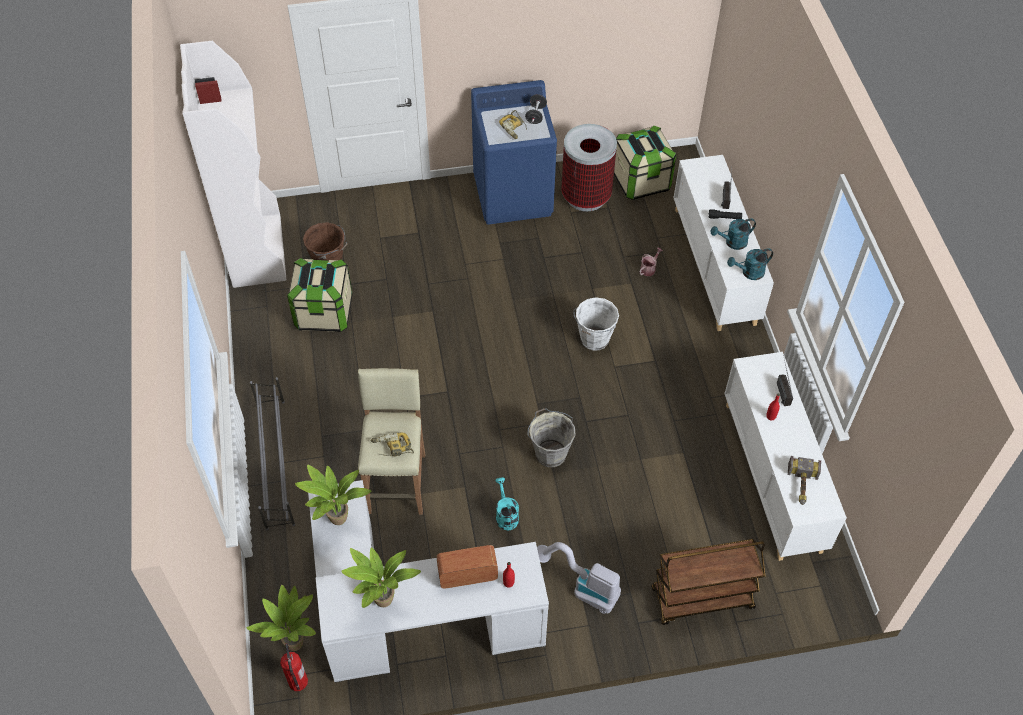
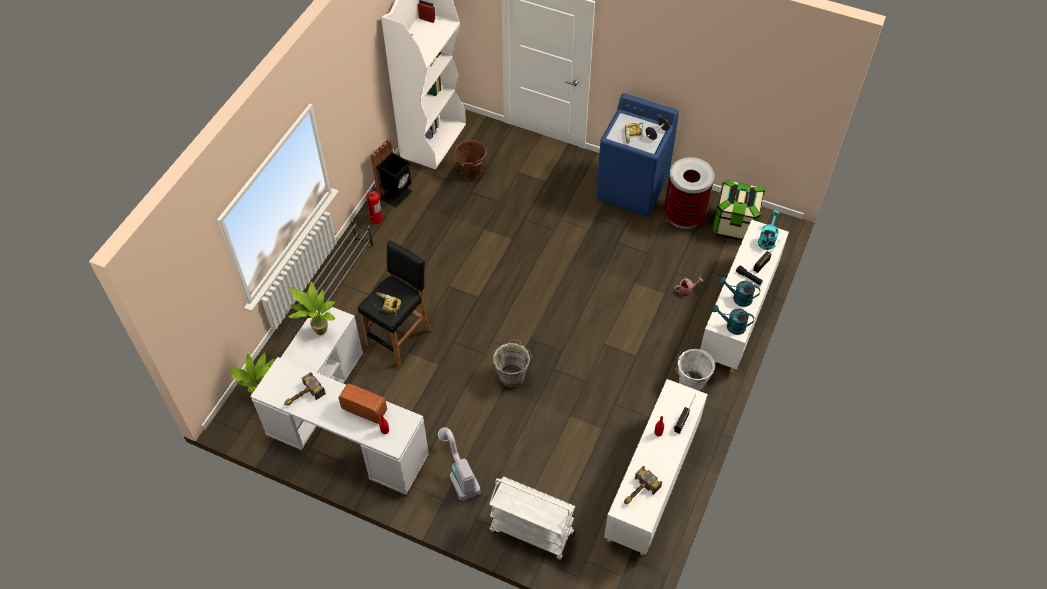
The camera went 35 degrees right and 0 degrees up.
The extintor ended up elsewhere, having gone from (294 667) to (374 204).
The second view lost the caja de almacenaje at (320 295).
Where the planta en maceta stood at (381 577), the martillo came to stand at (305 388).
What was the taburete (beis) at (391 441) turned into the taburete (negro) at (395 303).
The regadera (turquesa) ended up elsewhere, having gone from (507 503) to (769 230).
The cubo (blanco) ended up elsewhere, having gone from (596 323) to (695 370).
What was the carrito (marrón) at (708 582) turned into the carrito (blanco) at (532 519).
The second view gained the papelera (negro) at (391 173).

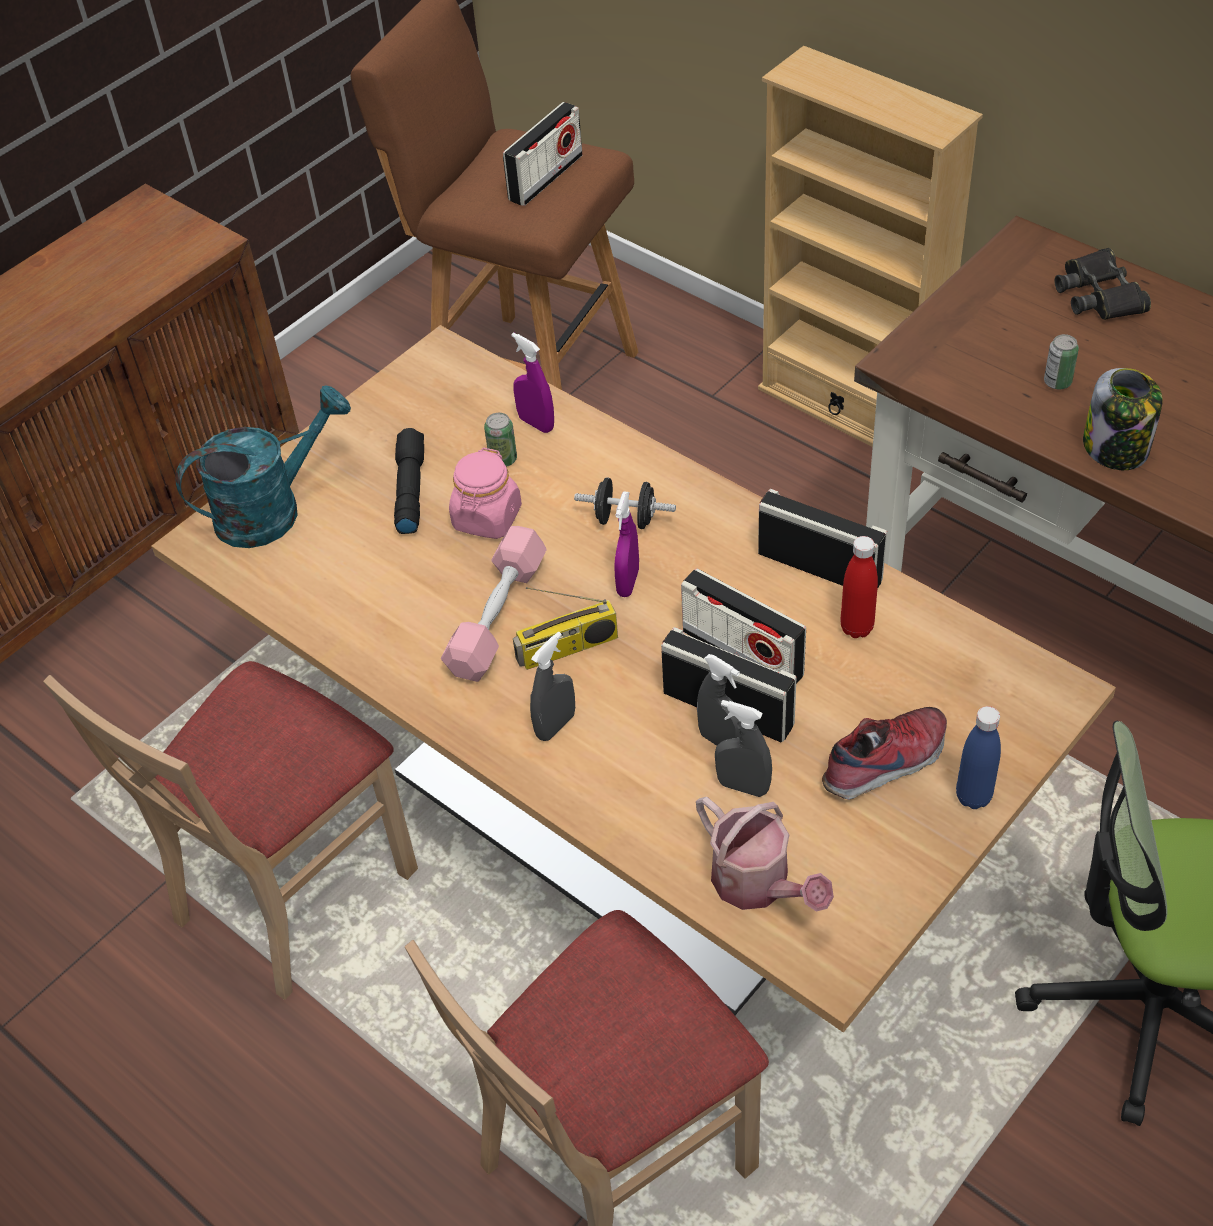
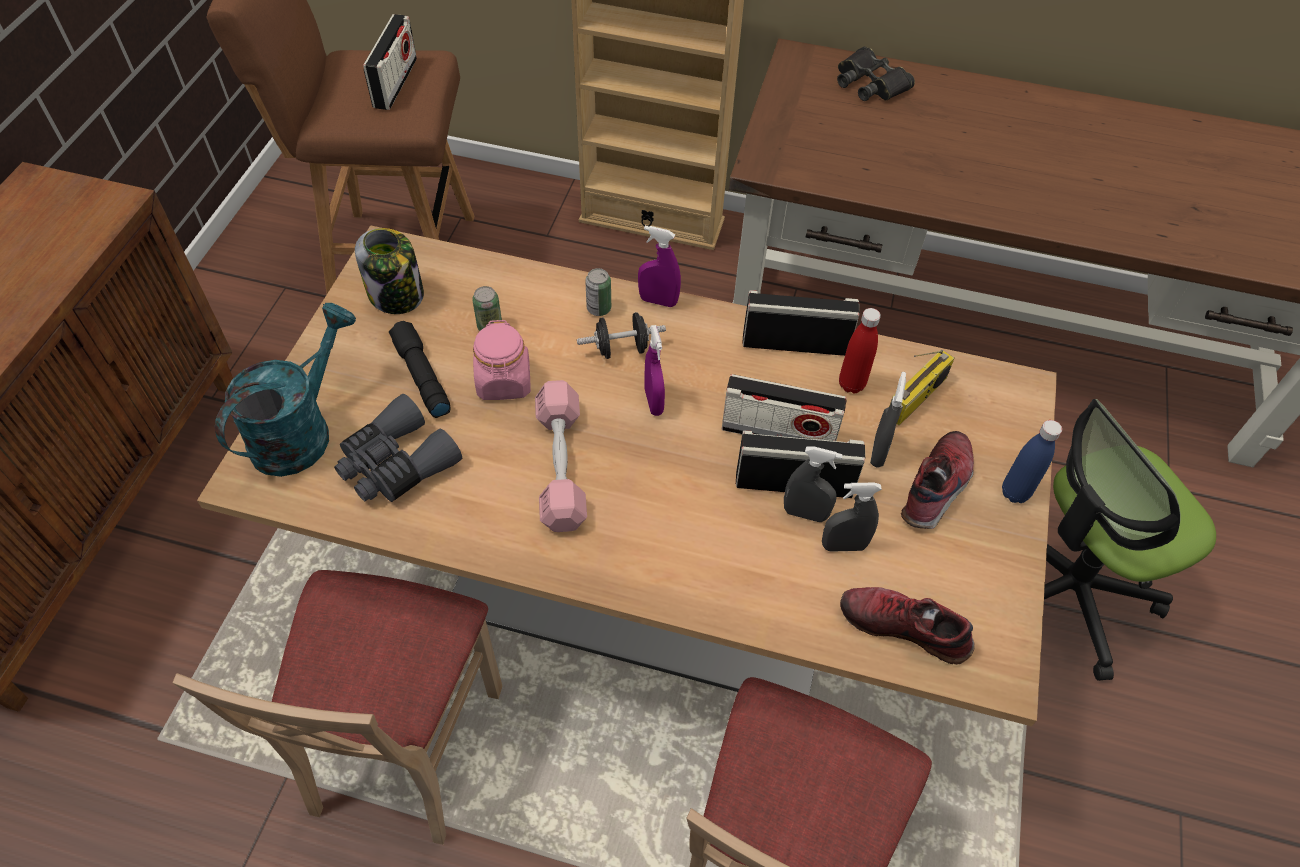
The camera went 30 degrees left and 5 degrees up.
The pulverizador (morado) ended up elsewhere, having gone from (532 382) to (659 266).
The radio ended up elsewhere, having gone from (565 628) to (922 387).
The pulverizador (gris) ended up elsewhere, having gone from (552 686) to (888 419).
Where the regadera stood at (765 854), the zapato came to stand at (907 626).
The lata ended up elsewhere, having gone from (1061 361) to (598 292).
The tarro ended up elsewhere, having gone from (1123 419) to (389 271).
The second view gained the prismáticos (gris) at (398 448).

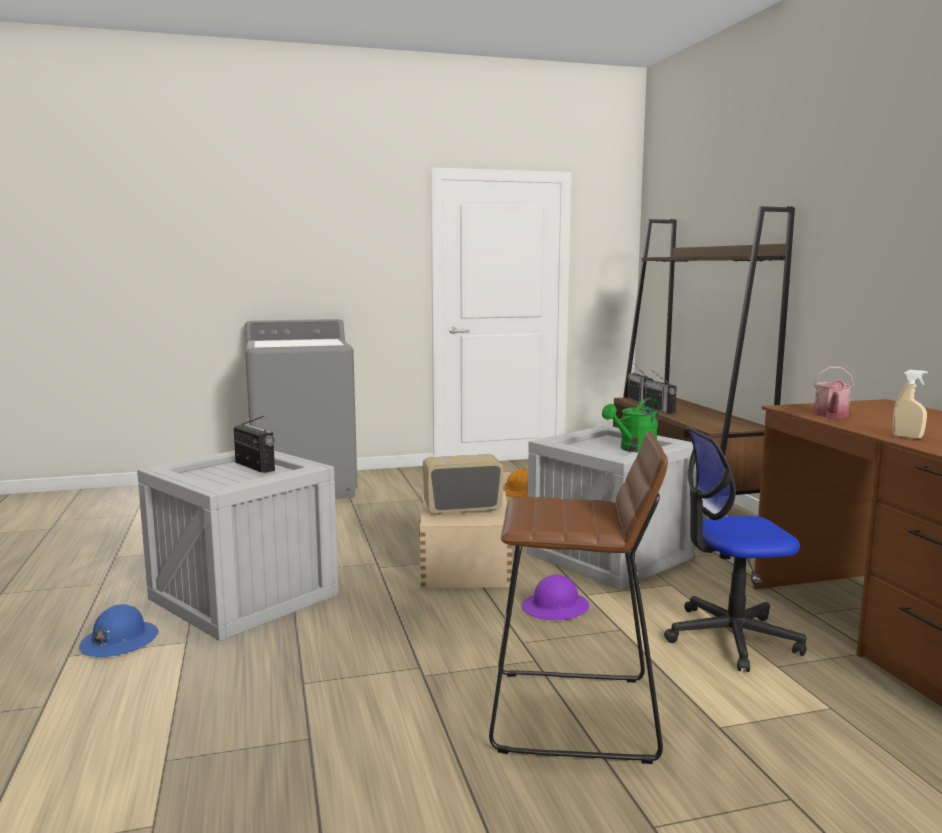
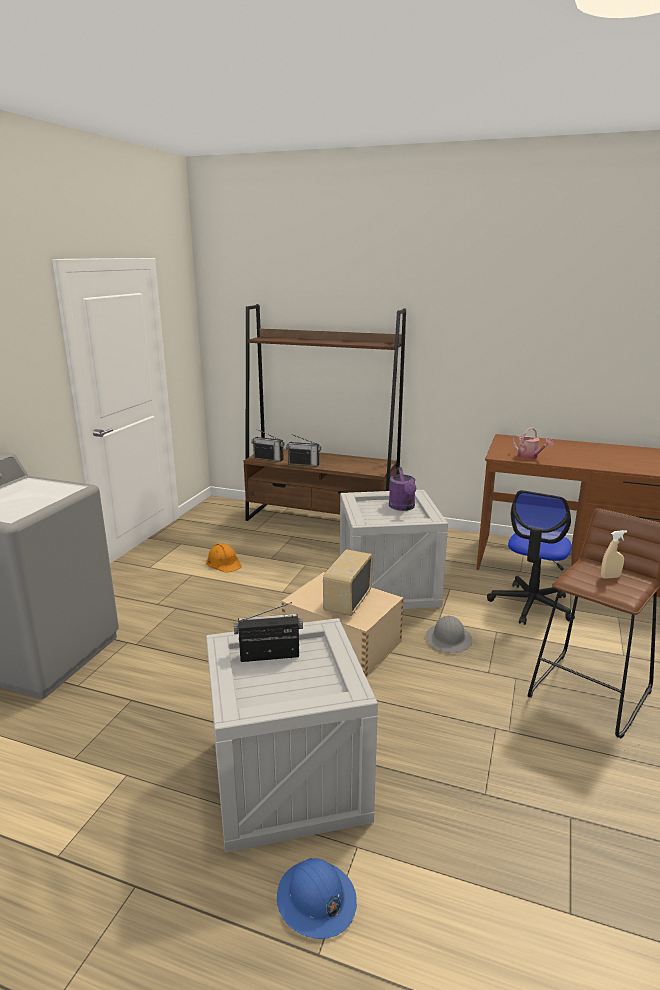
The camera went 55 degrees left and 10 degrees up.
What was the casco (morado) at (555 597) turned into the casco (gris) at (449 634).
What was the regadera (verde) at (630 425) turned into the regadera (morado) at (402 489).
The pulverizador (beis) ended up elsewhere, having gone from (910 404) to (614 554).

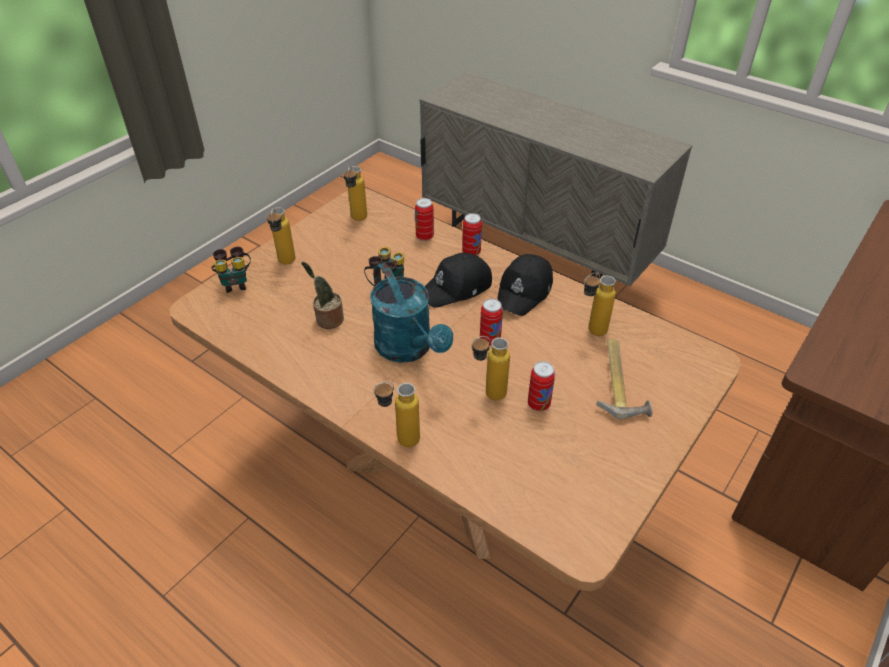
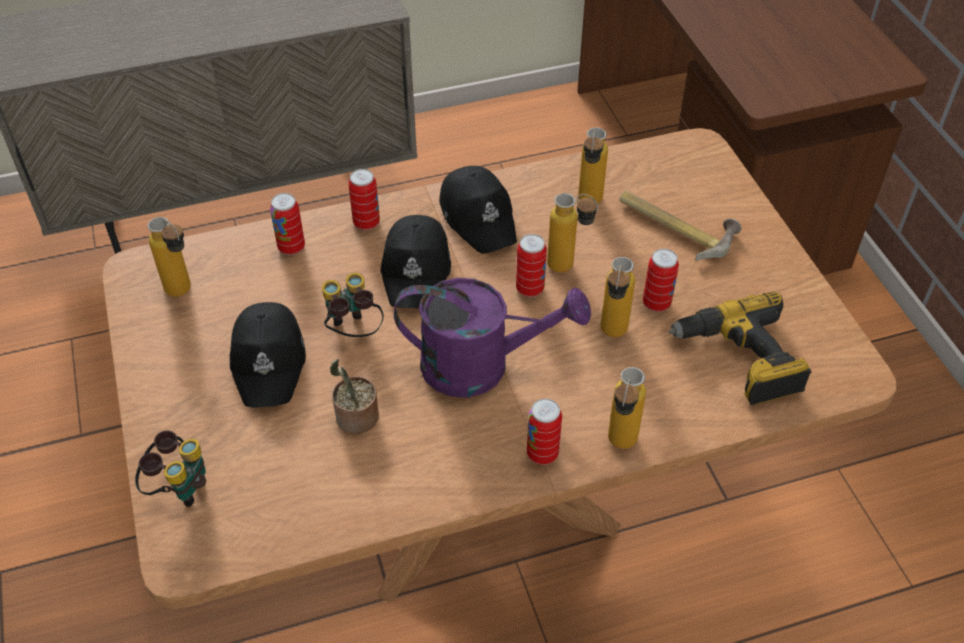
The camera went 55 degrees left and 5 degrees up.
The botella ended up elsewhere, having gone from (281 235) to (572 233).
What was the regadera (turquesa) at (411 313) turned into the regadera (morado) at (492 338).
The second view gained the gorra (negro) at (268 355).
The second view gained the lata at (544 431).
The second view gained the taladro at (740 348).

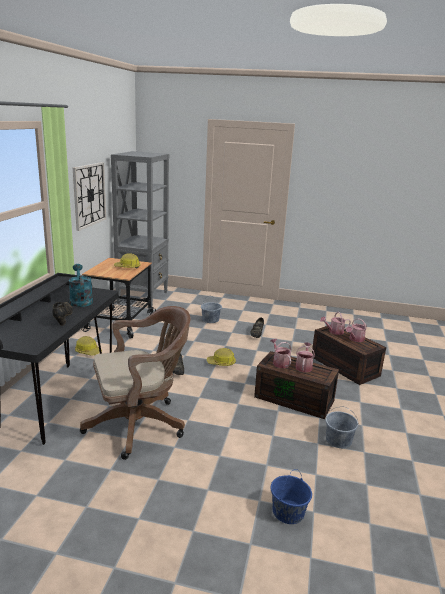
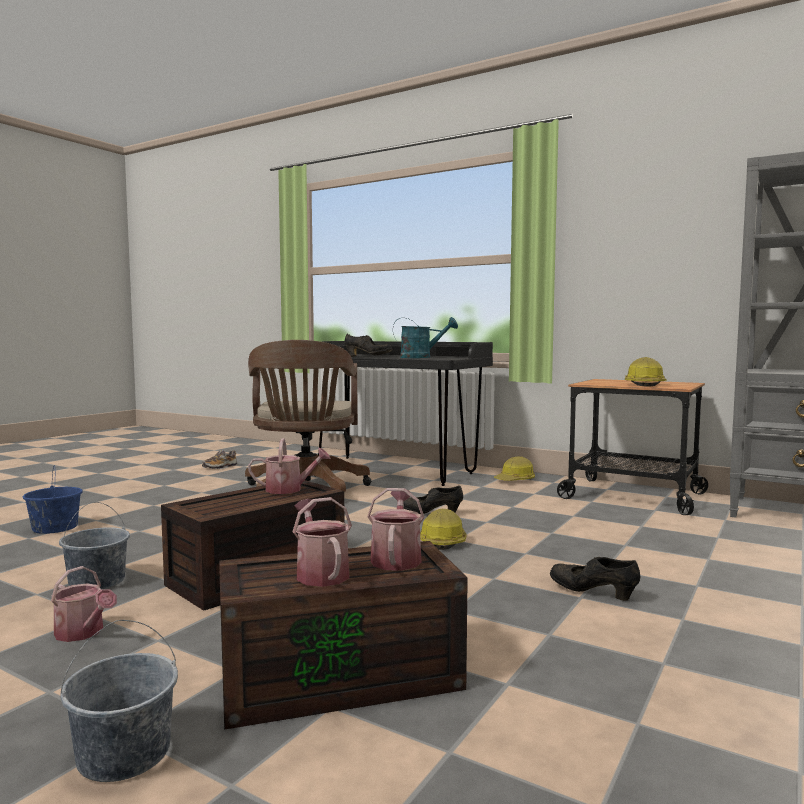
The camera went 110 degrees right and 15 degrees down.
The second view lost the reloj de pared at (89 196).
The cubo (gris) ended up elsewhere, having gone from (211 309) to (119 701).
The regadera ended up elsewhere, having gone from (305 357) to (84 604).
The second view gained the zapato at (219 459).

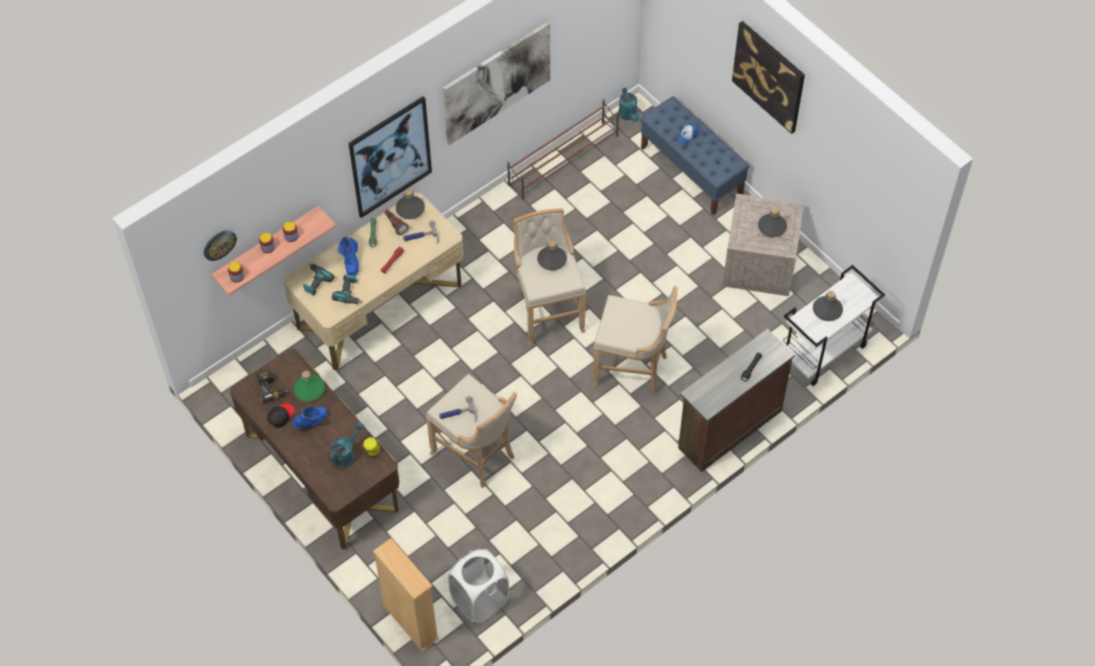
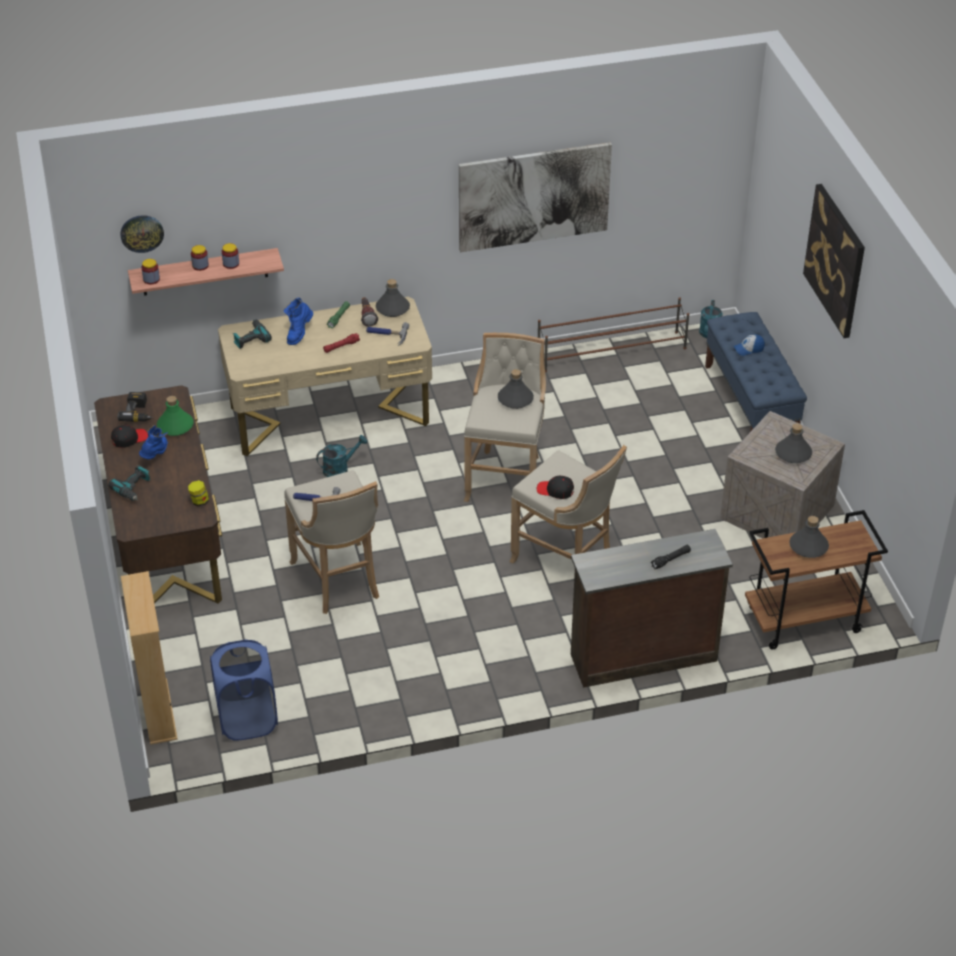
The camera went 25 degrees right and 15 degrees down.
The bota (azul) at (310 417) ended up facing another way, 60 degrees counterclockwise from before.
The regadera (turquesa) ended up elsewhere, having gone from (346 445) to (341 456).
The taladro ended up elsewhere, having gone from (347 289) to (129 483).
The second view lost the cuadro at (390 157).
What was the cesto de la ropa (blanco) at (478 585) turned into the cesto de la ropa (azul) at (244 690).
What was the carrito (blanco) at (834 325) turned into the carrito (marrón) at (816 580).
The second view gained the gorra (negro) at (555 487).

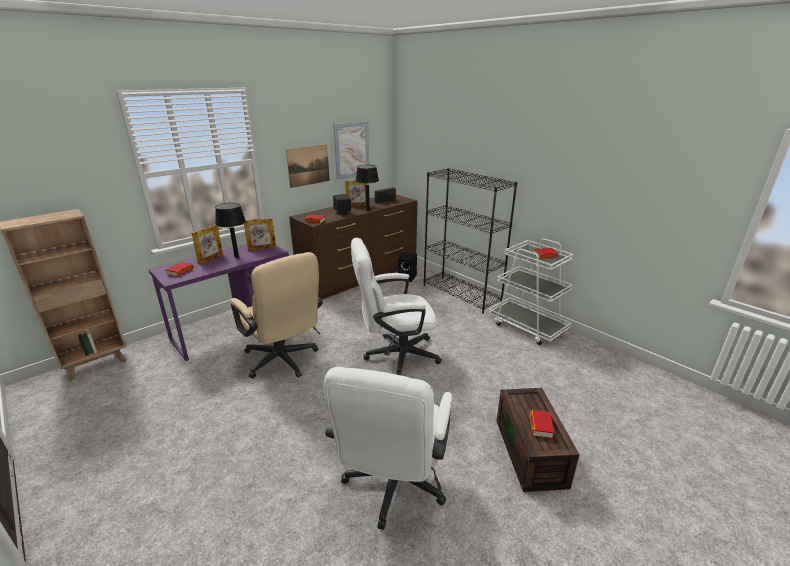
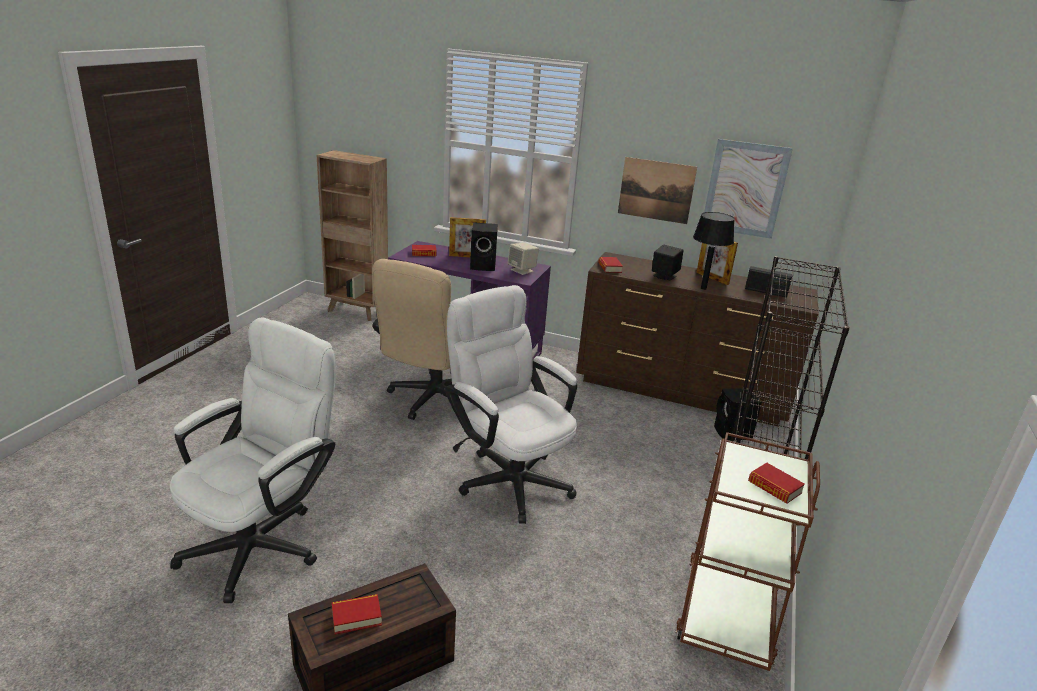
The camera went 60 degrees right and 0 degrees up.
Where the lámpara de mesa (negro) stood at (230 230), the altavoz (negro) came to stand at (484 246).
Where the portarretratos stood at (260 234), the altavoz (beis) came to stand at (523 259).
The silla de oficina (blanco) at (388 448) ended up facing another way, 135 degrees clockwise from before.
What was the carrito (blanco) at (531 291) turned into the carrito (marrón) at (747 551).

